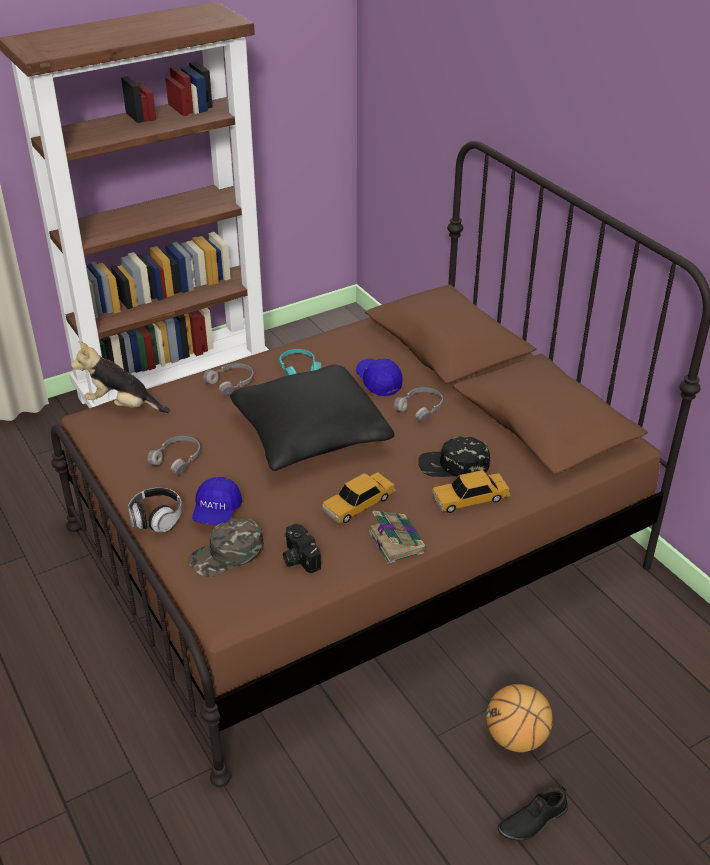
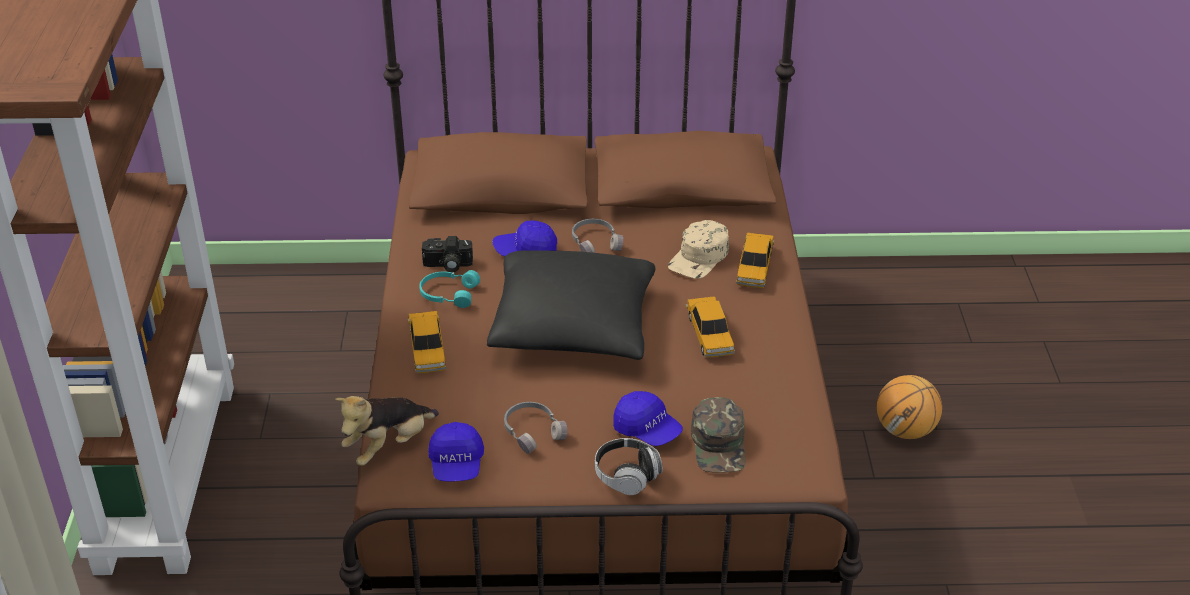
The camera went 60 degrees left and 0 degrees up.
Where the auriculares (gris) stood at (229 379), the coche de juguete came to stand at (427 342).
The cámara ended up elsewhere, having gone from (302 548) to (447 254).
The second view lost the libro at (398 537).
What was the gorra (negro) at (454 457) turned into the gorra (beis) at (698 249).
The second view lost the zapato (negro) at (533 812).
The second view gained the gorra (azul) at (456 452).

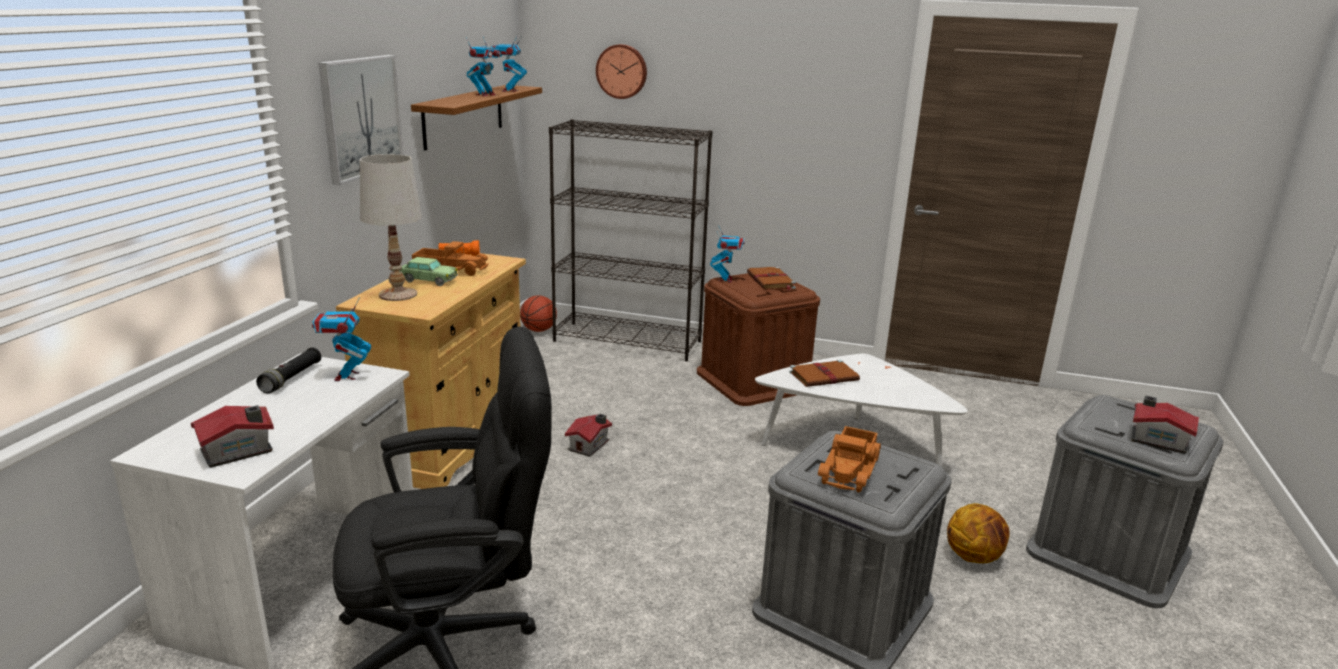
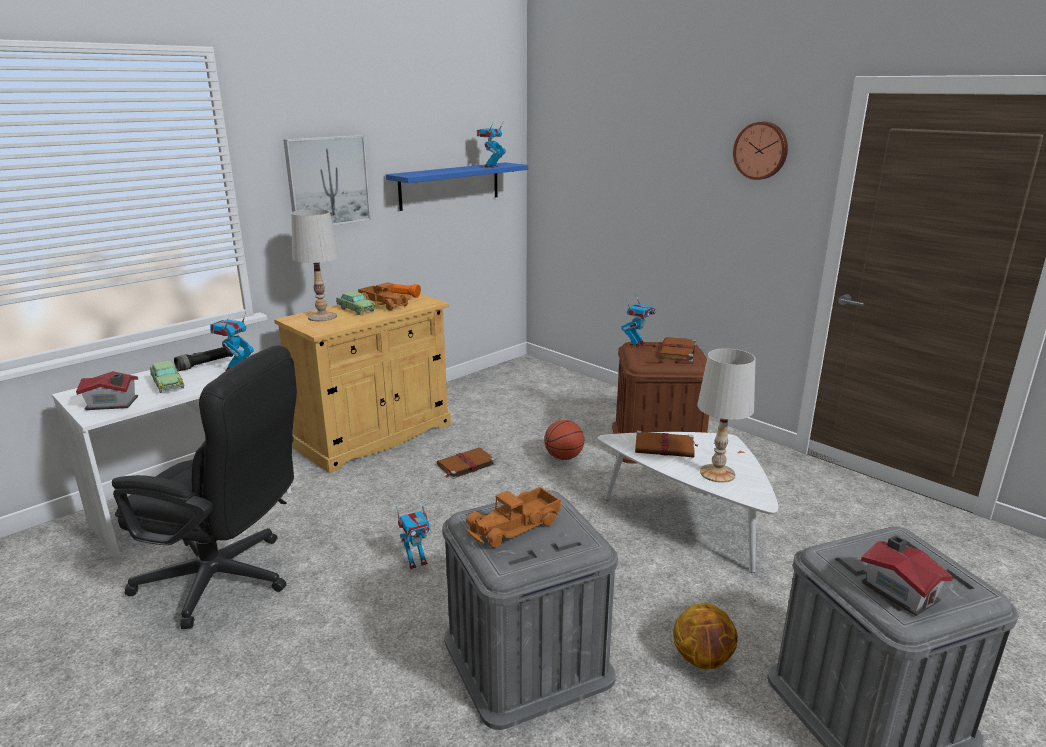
The camera went 30 degrees right and 0 degrees up.
What was the estante (marrón) at (476 118) turned into the estante (azul) at (457 187).
The robot de juguete ended up elsewhere, having gone from (484 66) to (413 534).
The balón de baloncesto ended up elsewhere, having gone from (538 314) to (564 440).
The second view lost the estantería (negro) at (631 240).
Where the casita stood at (588 435), the libro (marrón) came to stand at (466 463).
The reloj de pared ended up elsewhere, having gone from (621 71) to (760 151).
The second view gained the coche de juguete at (167 377).
The second view gained the lámpara de mesa (blanco) at (726 415).

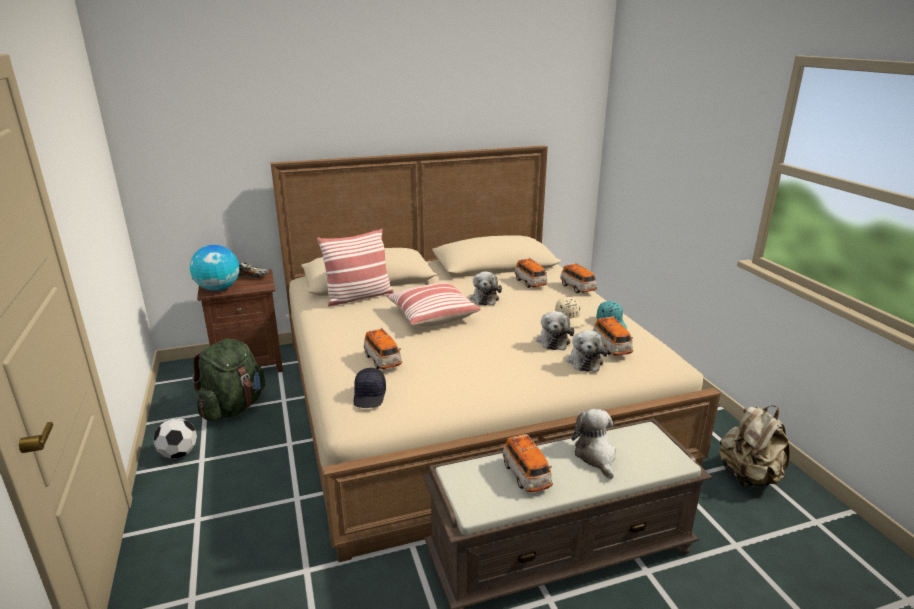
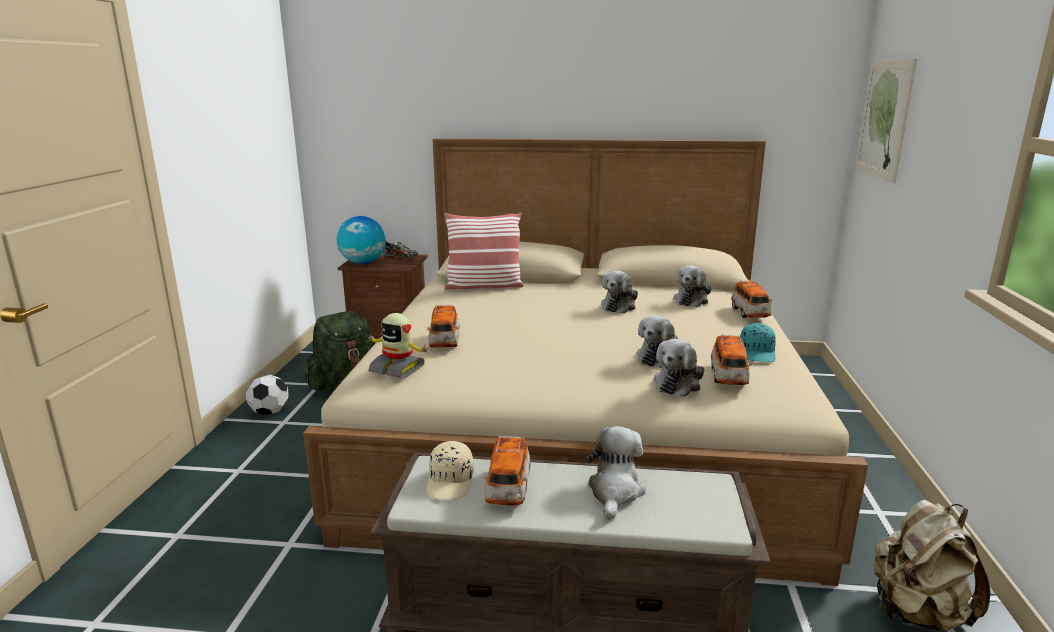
The camera went 25 degrees right and 5 degrees down.
Where the gorra (negro) stood at (370 388), the robot de juguete came to stand at (397 345).
The second view lost the cojín at (433 304).
Where the coche de juguete stood at (531 273), the peluche came to stand at (692 286).
The gorra (beis) ended up elsewhere, having gone from (570 311) to (450 470).
The second view gained the cuadro at (886 121).

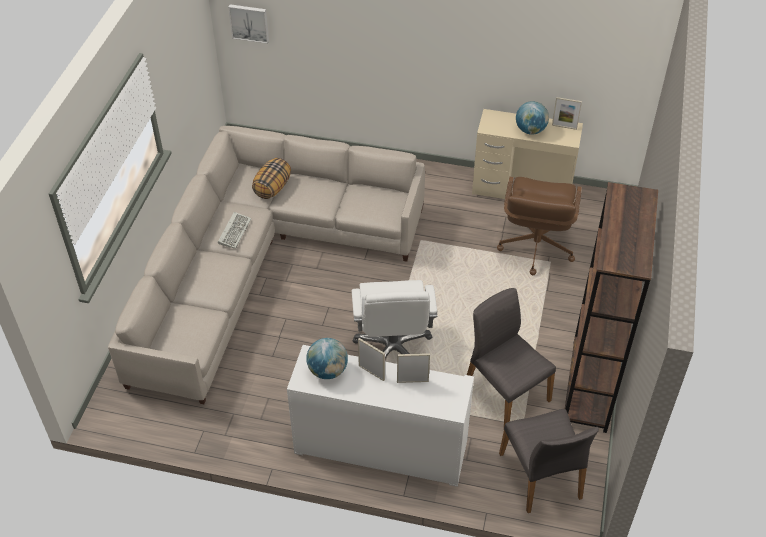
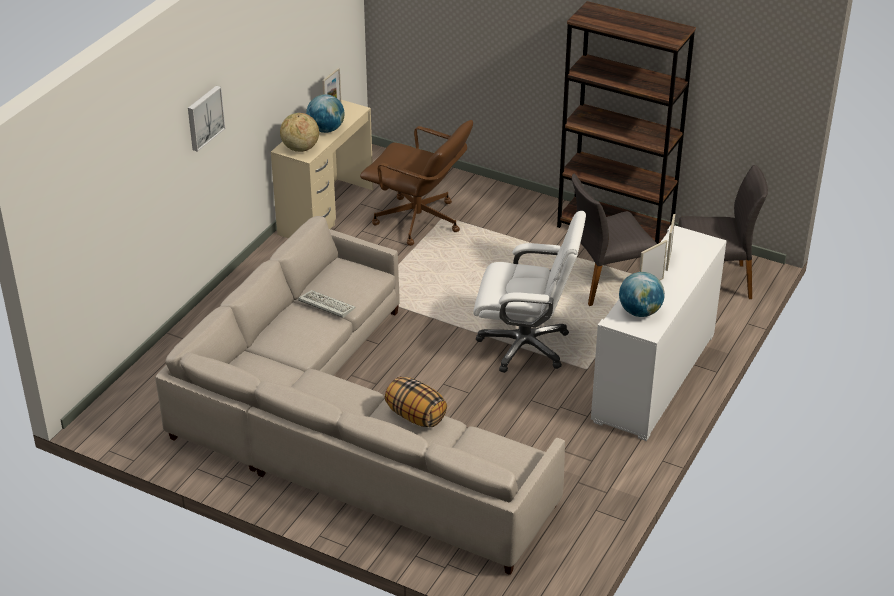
The camera went 75 degrees left and 10 degrees down.
The teclado ended up elsewhere, having gone from (235 230) to (327 304).
The cuadro ended up elsewhere, having gone from (248 24) to (206 119).
The cojín ended up elsewhere, having gone from (271 178) to (416 402).
The second view gained the globo terráqueo at (299 132).

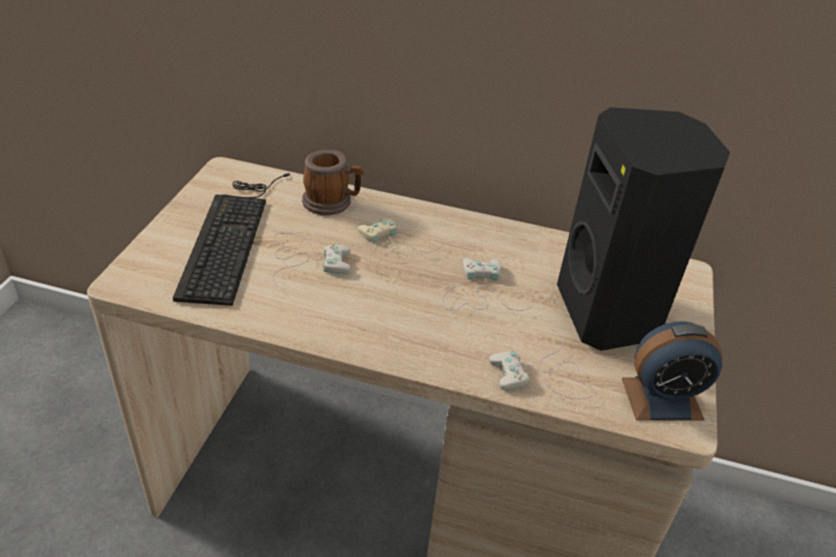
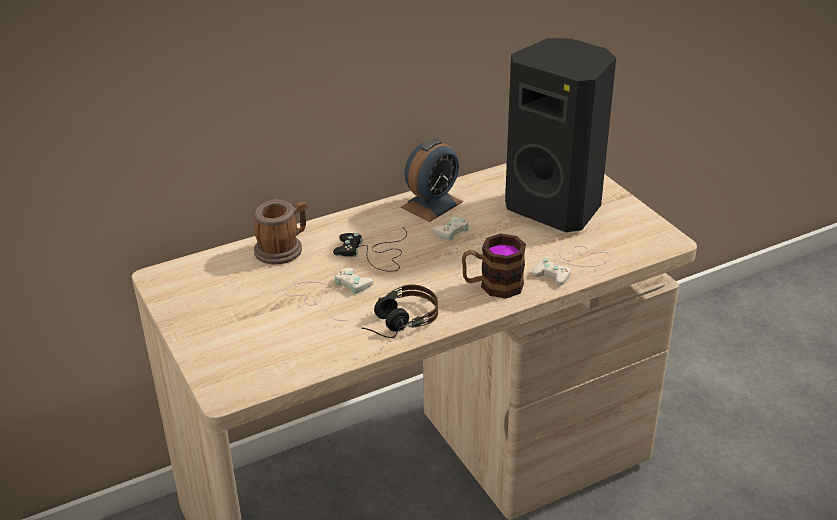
The camera went 40 degrees left and 5 degrees down.
The second view lost the teclado at (231 239).
What was the mando de consola (beis) at (400 246) turned into the mando de consola (negro) at (370 251).
The despertador ended up elsewhere, having gone from (672 371) to (432 180).
The second view gained the auriculares at (399 311).
The second view gained the taza grande at (494 266).

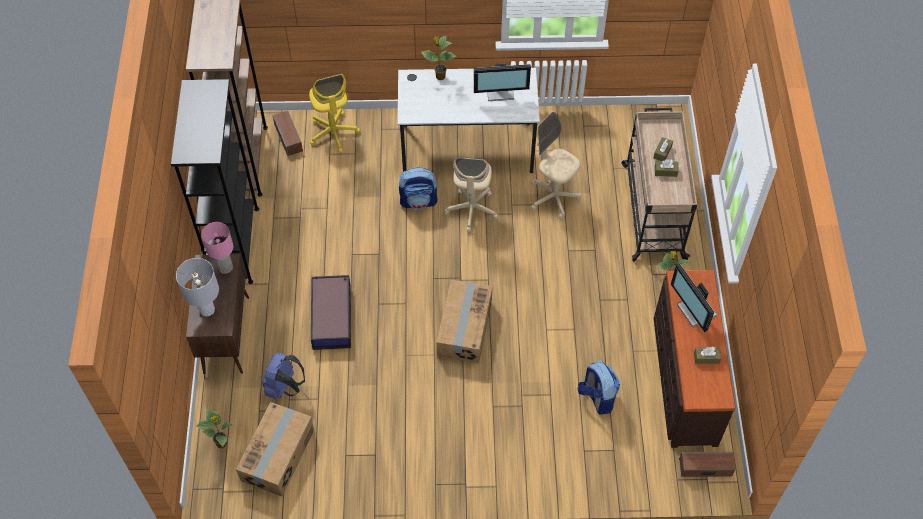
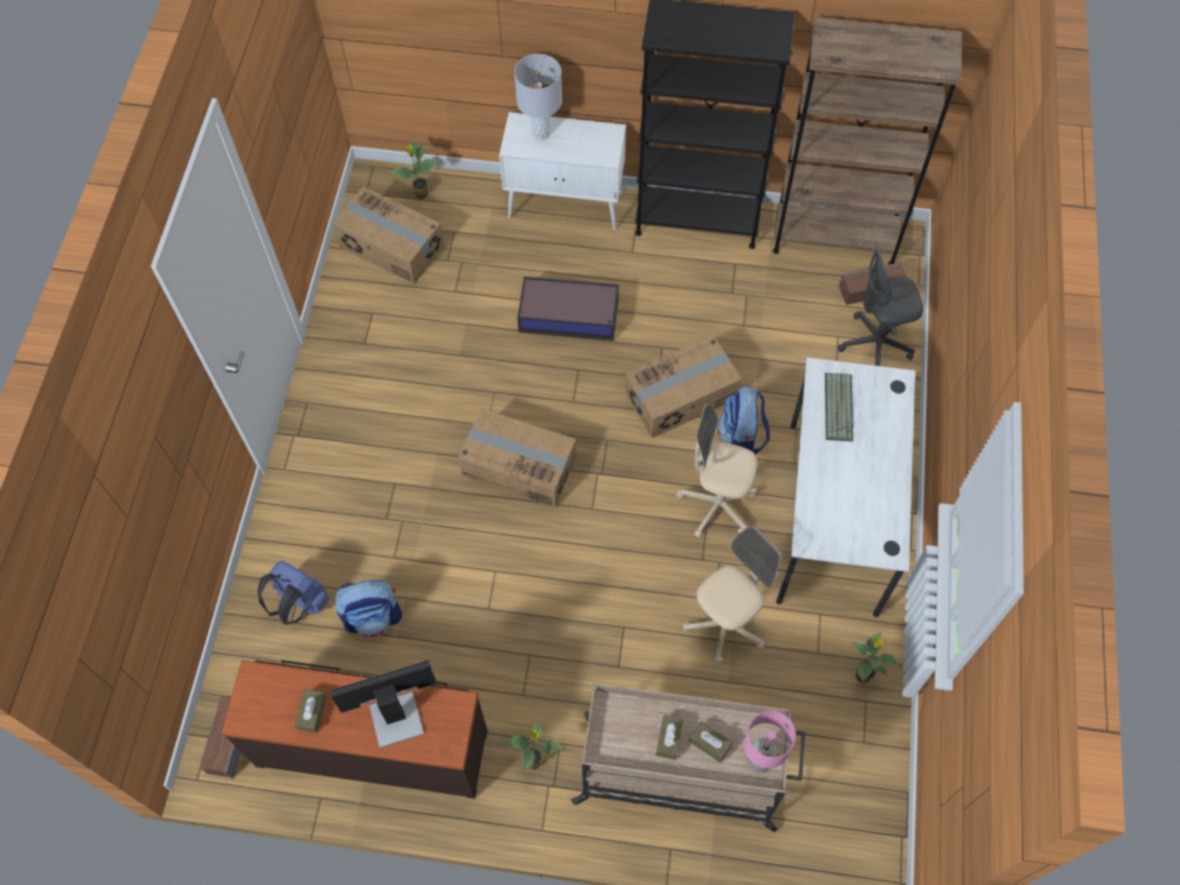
The camera went 100 degrees right and 5 degrees up.
What was the armario (marrón) at (217 314) turned into the armario (blanco) at (562 171).
The lámpara de mesa (rosa) ended up elsewhere, having gone from (217 248) to (770 742).
The mochila (azul) ended up elsewhere, having gone from (283 376) to (293 593).
What was the silla de oficina (amarillo) at (334 113) turned into the silla de oficina (gris) at (880 304).
The planta en maceta ended up elsewhere, having gone from (439 58) to (876 657).
The second view lost the monitor at (502 82).
The second view gained the caja de cartón at (684 386).
The second view gained the teclado at (839 407).

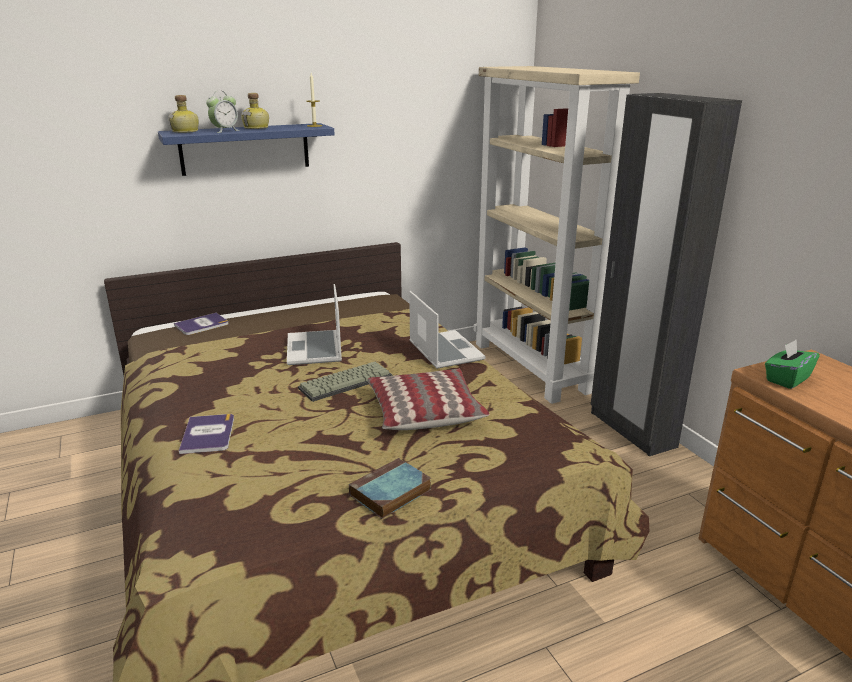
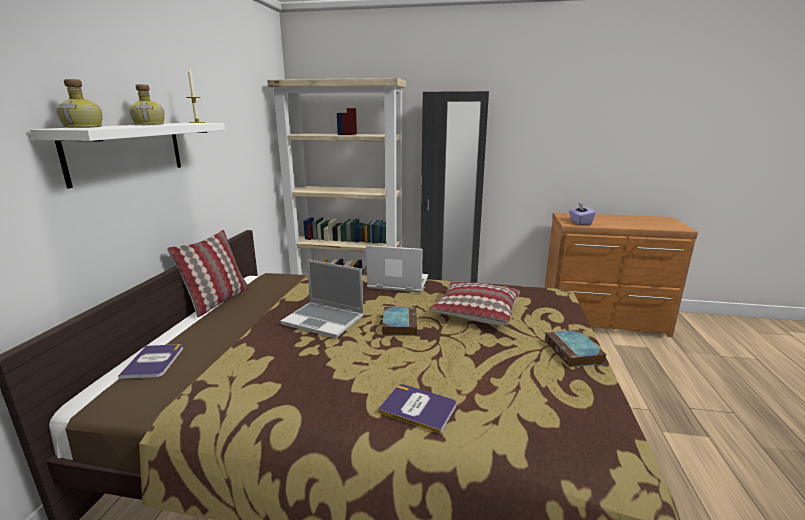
The camera went 55 degrees left and 5 degrees down.
What was the estante (azul) at (246 149) turned into the estante (blanco) at (127 156).
The second view lost the despertador at (223 112).
Where the teclado stood at (345 382), the libro came to stand at (399 321).
What was the caja de pañuelos (verde) at (792 364) turned into the caja de pañuelos (morado) at (582 213).
The second view gained the cojín at (208 273).

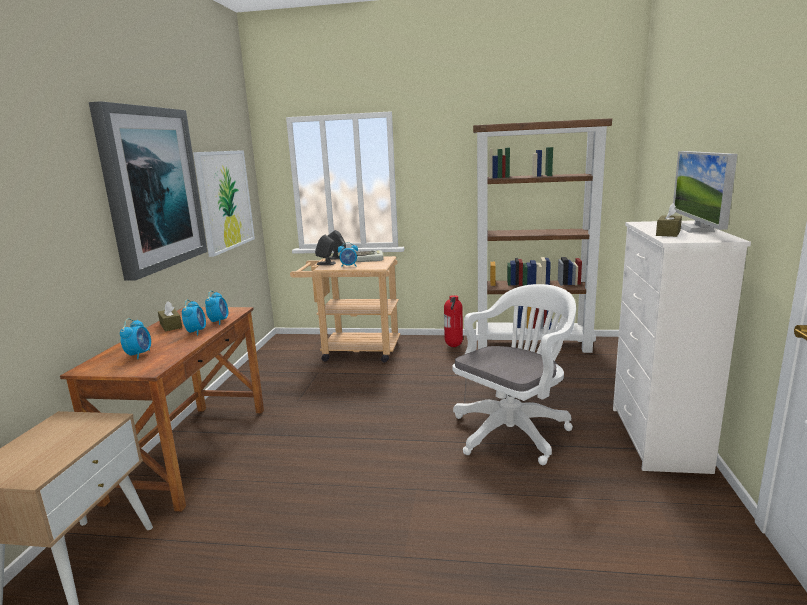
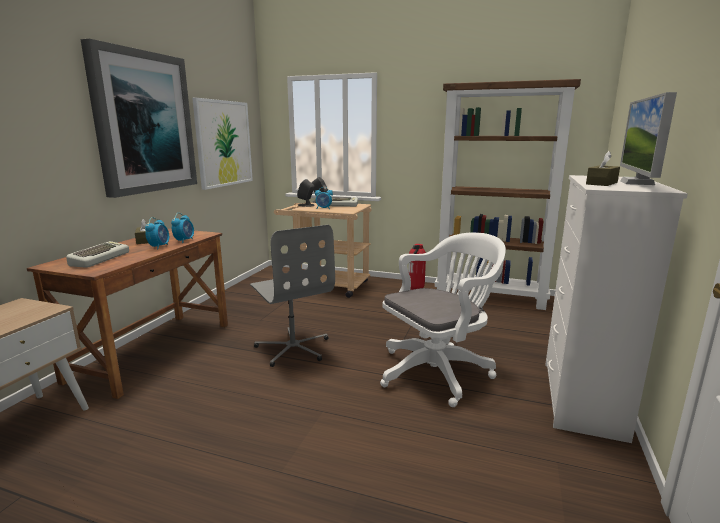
The camera went 10 degrees right and 0 degrees up.
Where the despertador stood at (135 338), the teclado came to stand at (97 254).
The second view gained the silla de oficina (gris) at (292 296).

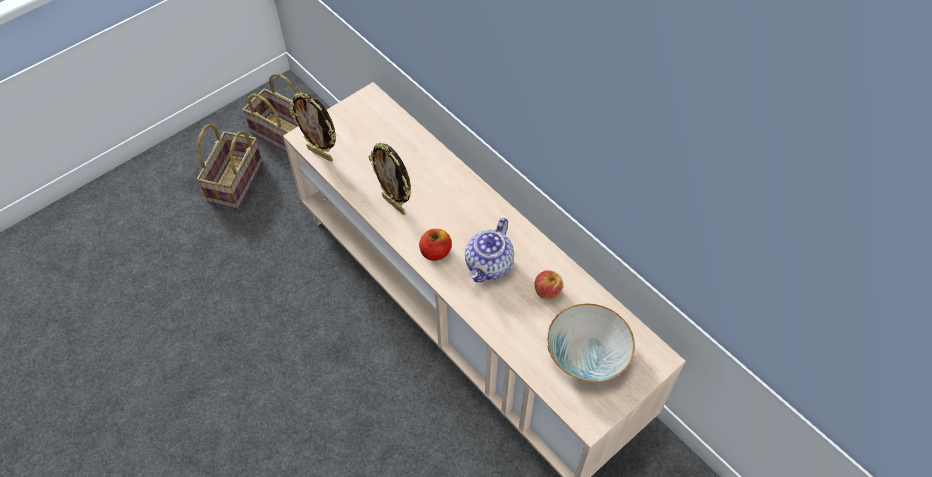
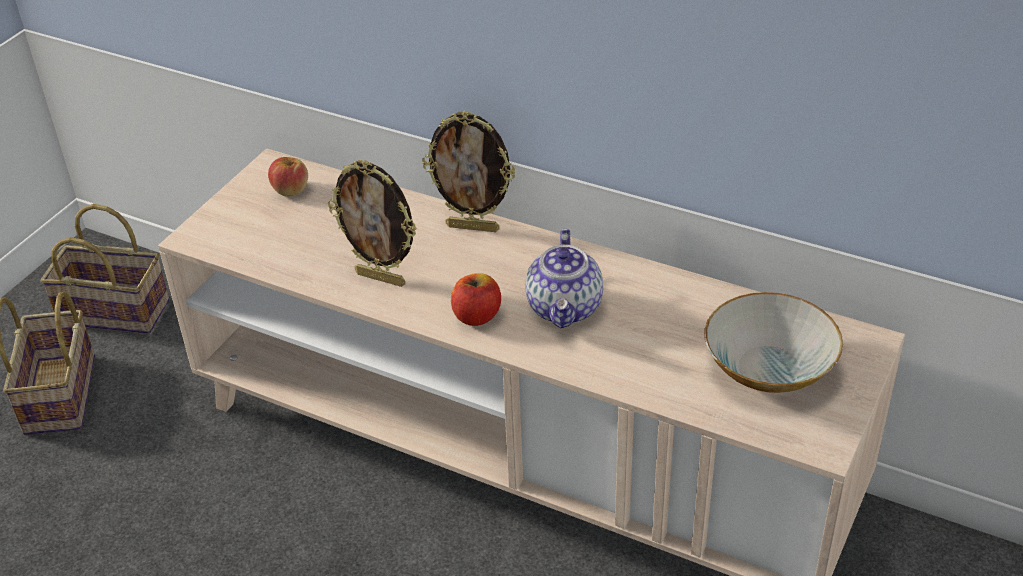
The camera went 20 degrees left and 15 degrees down.
The portarretratos ended up elsewhere, having gone from (313 127) to (469 171).
The manzana ended up elsewhere, having gone from (549 285) to (288 177).

